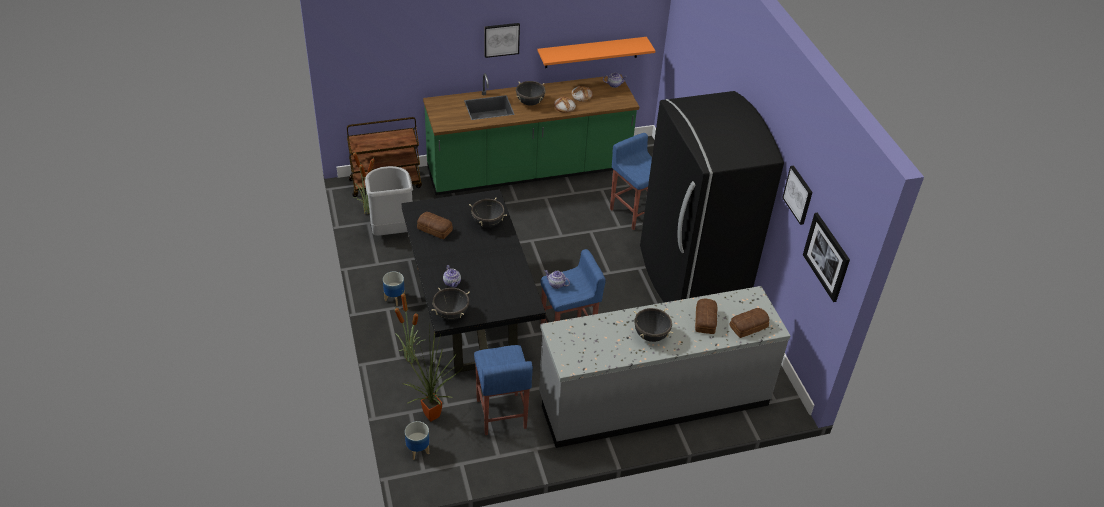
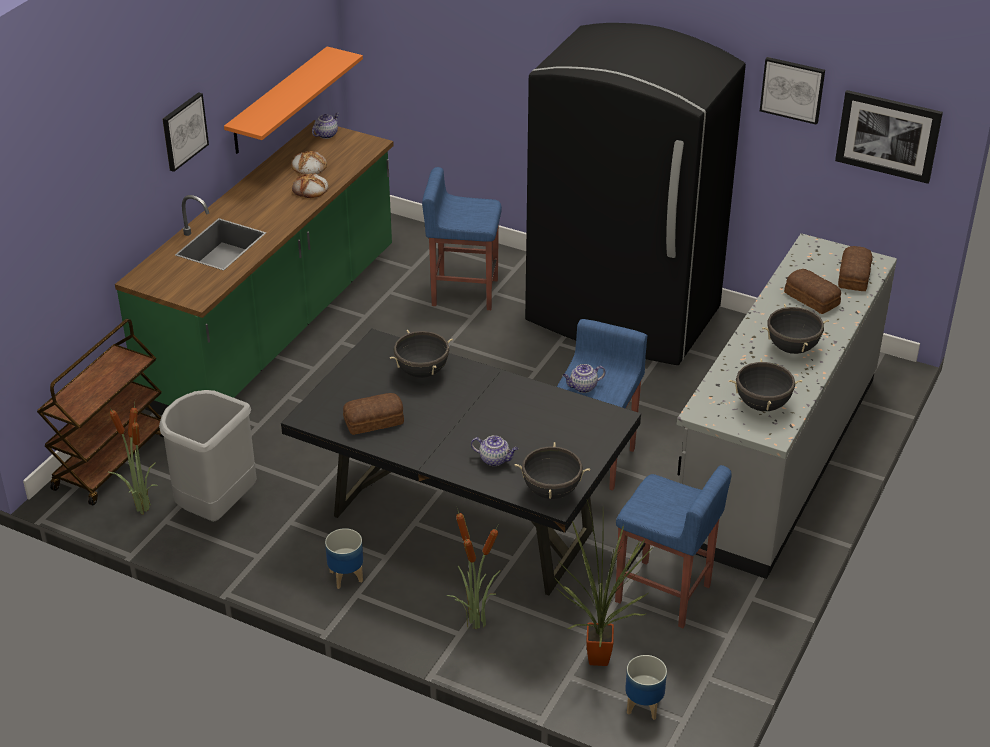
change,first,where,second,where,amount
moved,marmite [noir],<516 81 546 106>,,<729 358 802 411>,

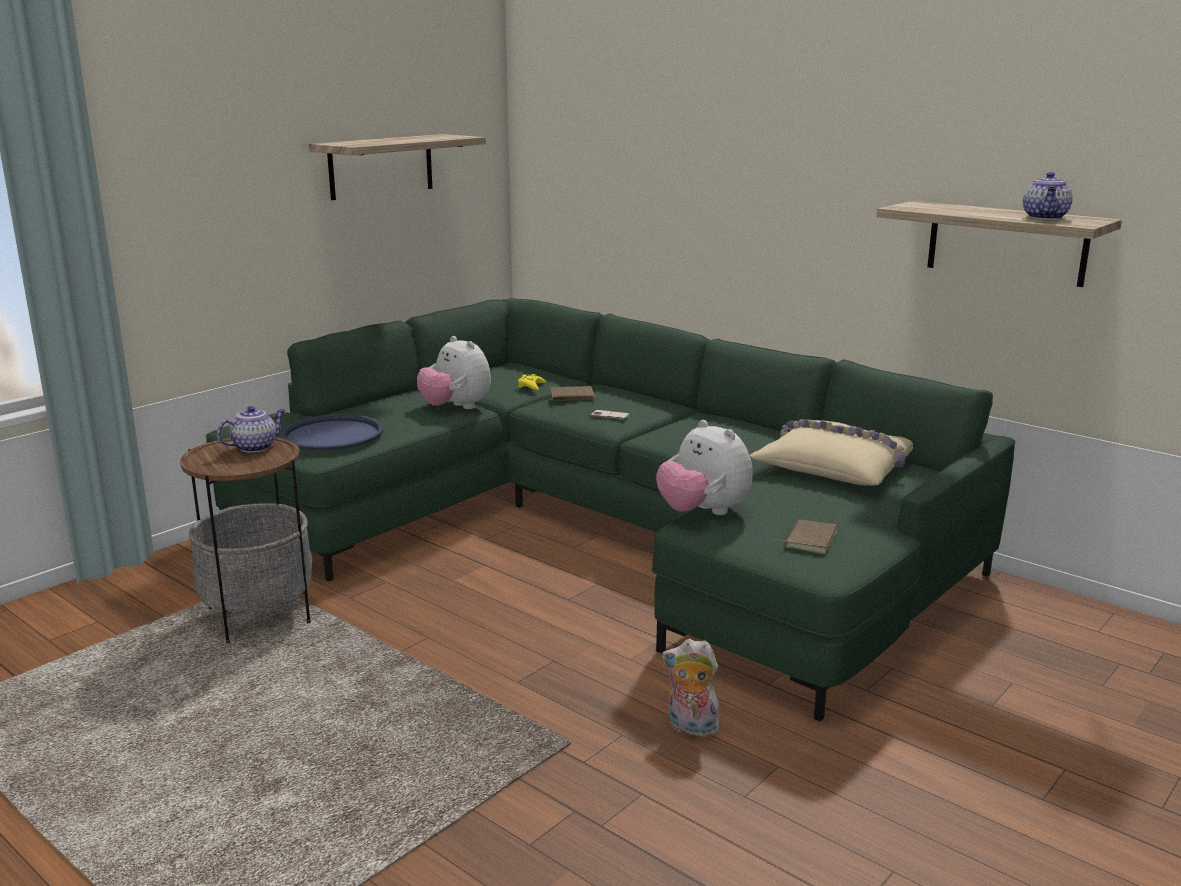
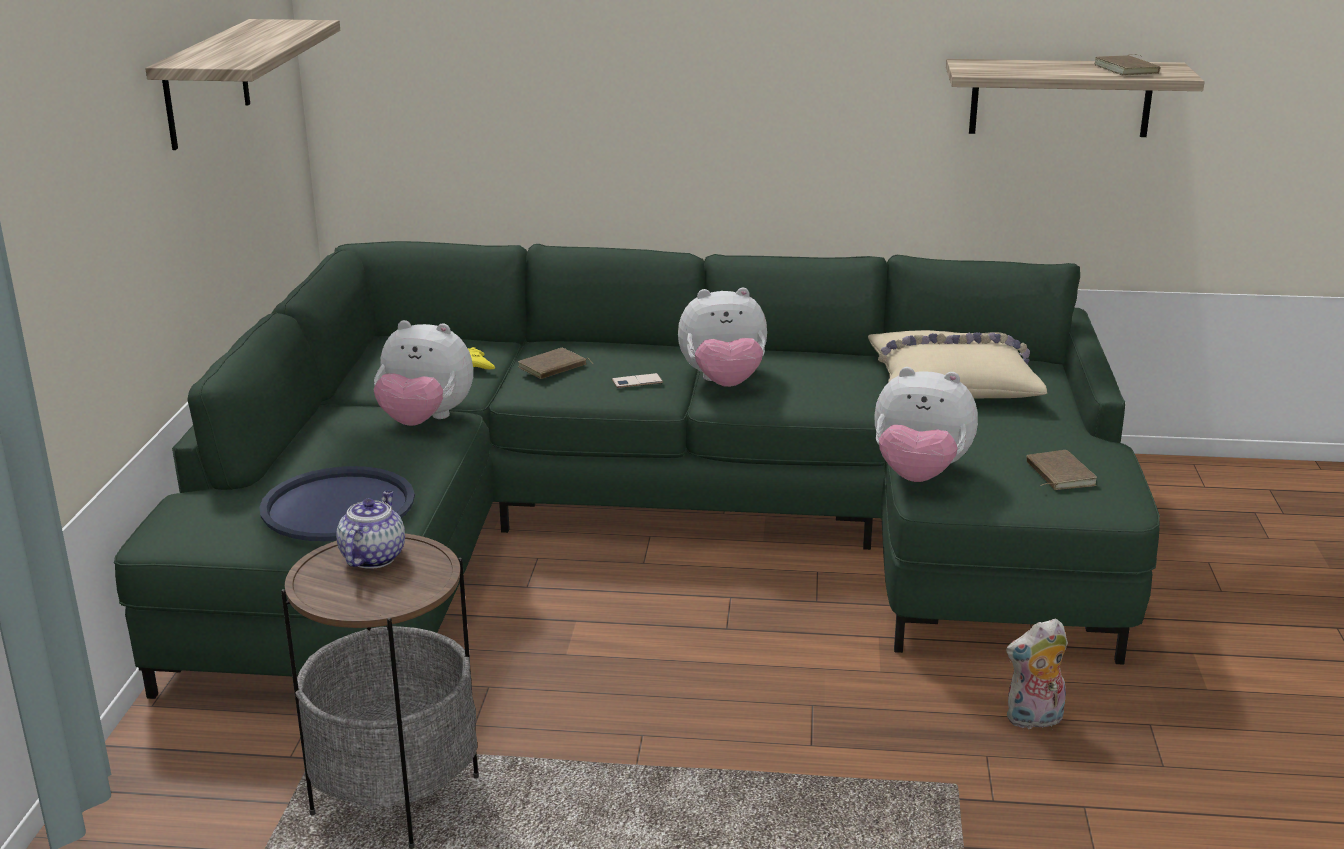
change,first,where,second,where,amount
replaced,théière,<1023 172 1073 220>,livre [marron],<1094 54 1161 75>,
added,,,peluche,<678 288 767 387>,

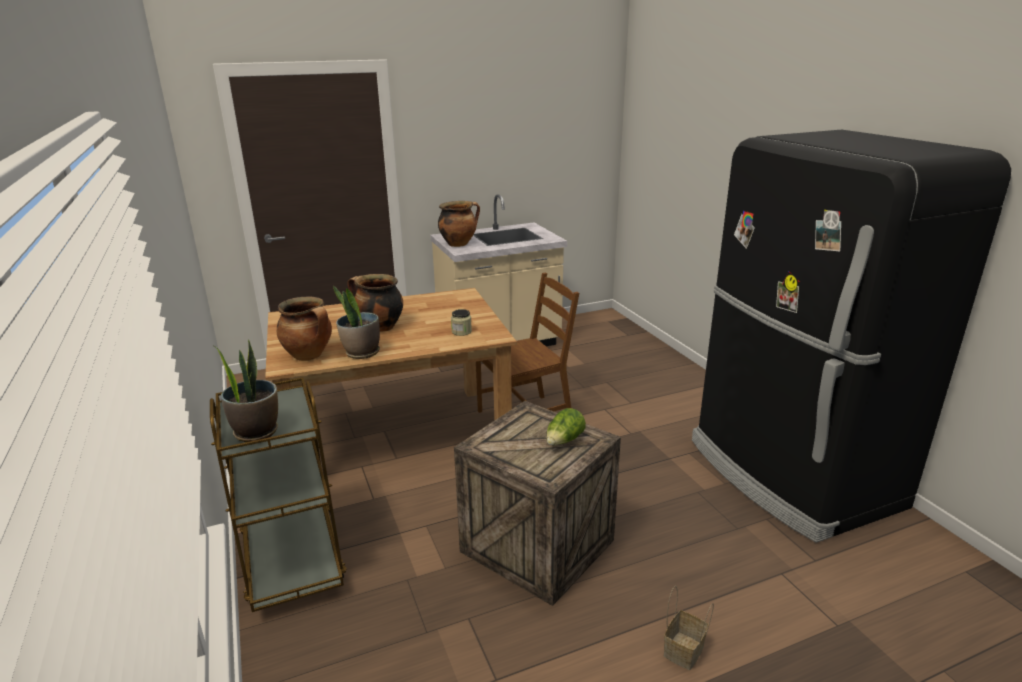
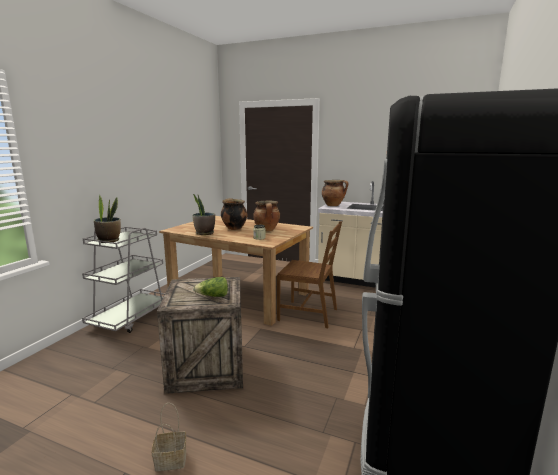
change,first,where,second,where,amount
recoloured,chariot [marron],<210 377 347 612>,chariot [gris],<82 227 165 333>,
moved,marmite,<277 297 332 361>,,<253 201 280 232>,

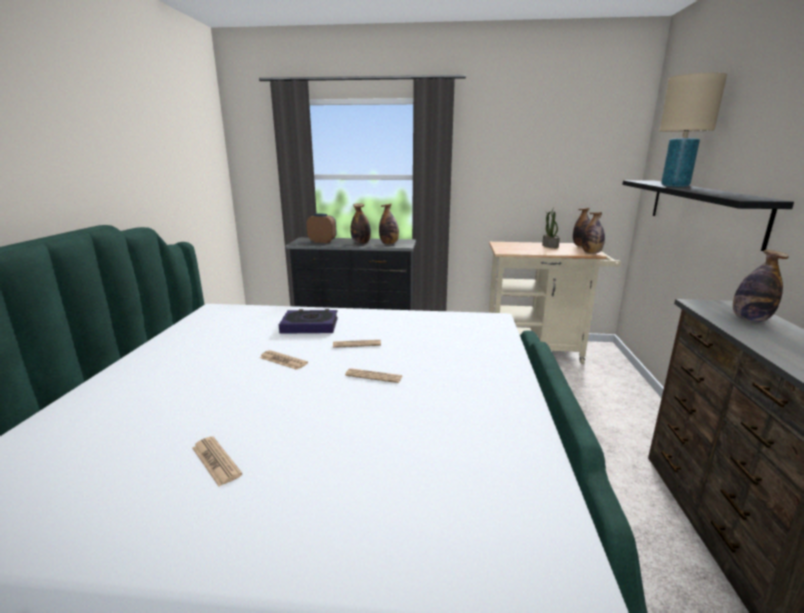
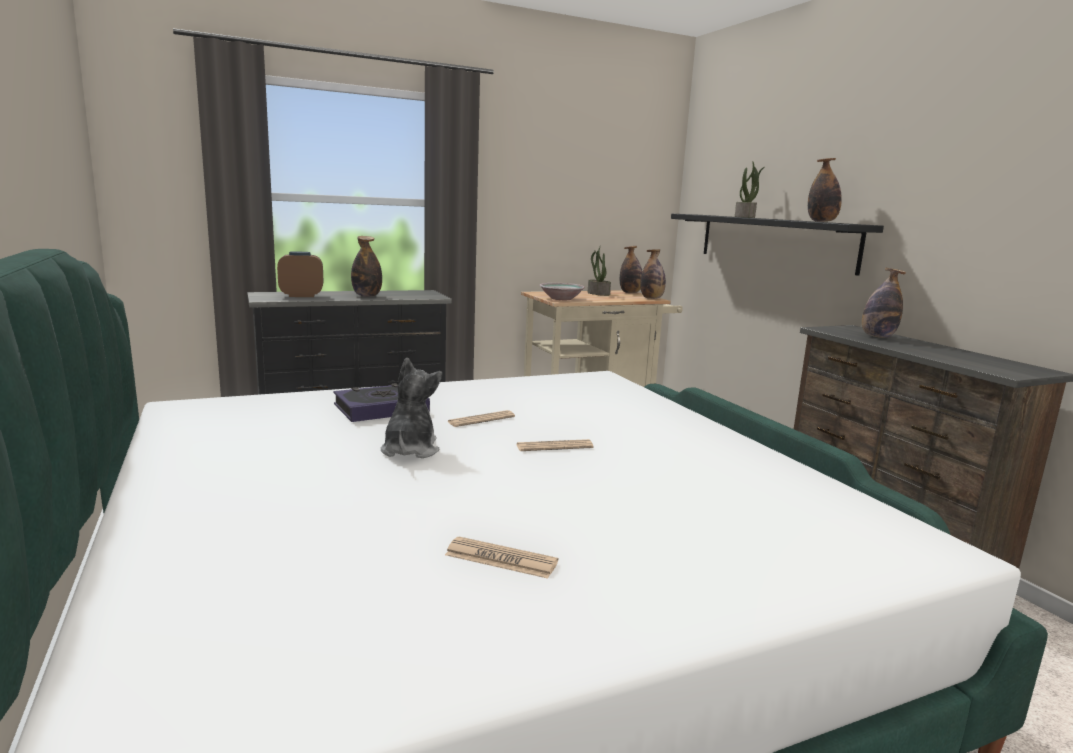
change,first,where,second,where,amount
replaced,journal,<260 350 308 370>,peluche,<381 358 442 458>,
moved,bouteille,<379 204 399 244>,,<808 158 842 222>,
replaced,lampe de table [beige],<659 73 727 187>,plante en pot,<735 161 765 218>,
added,,,bol,<539 283 585 300>,

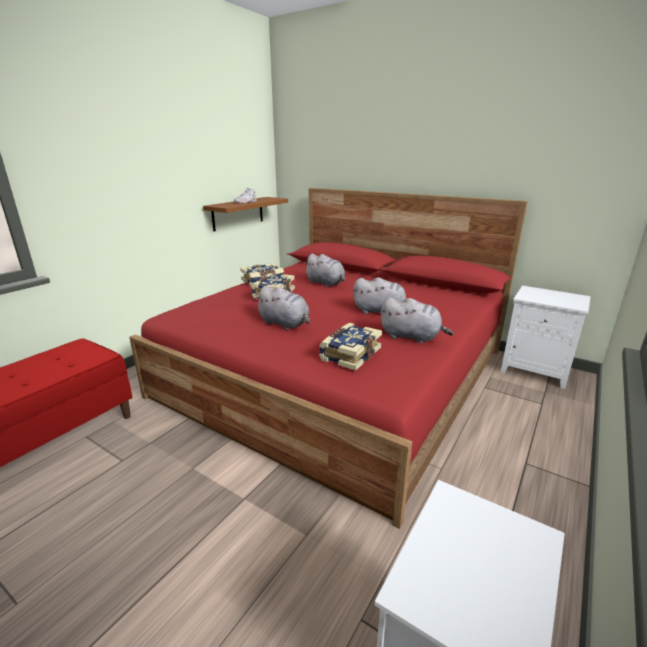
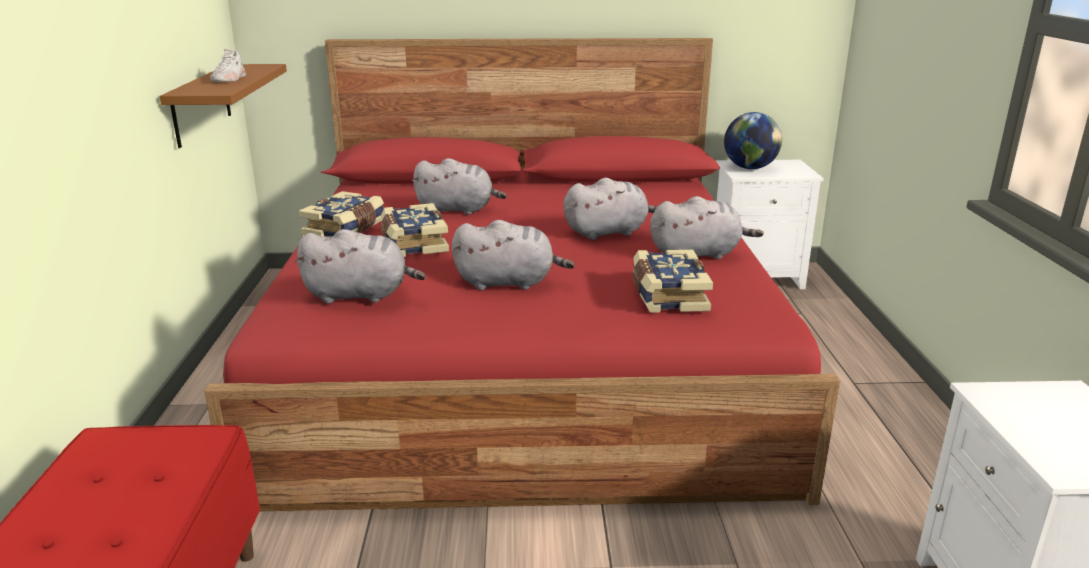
change,first,where,second,where,amount
added,,,peluche [gris],<295 229 426 304>,
added,,,globe,<724 112 782 169>,

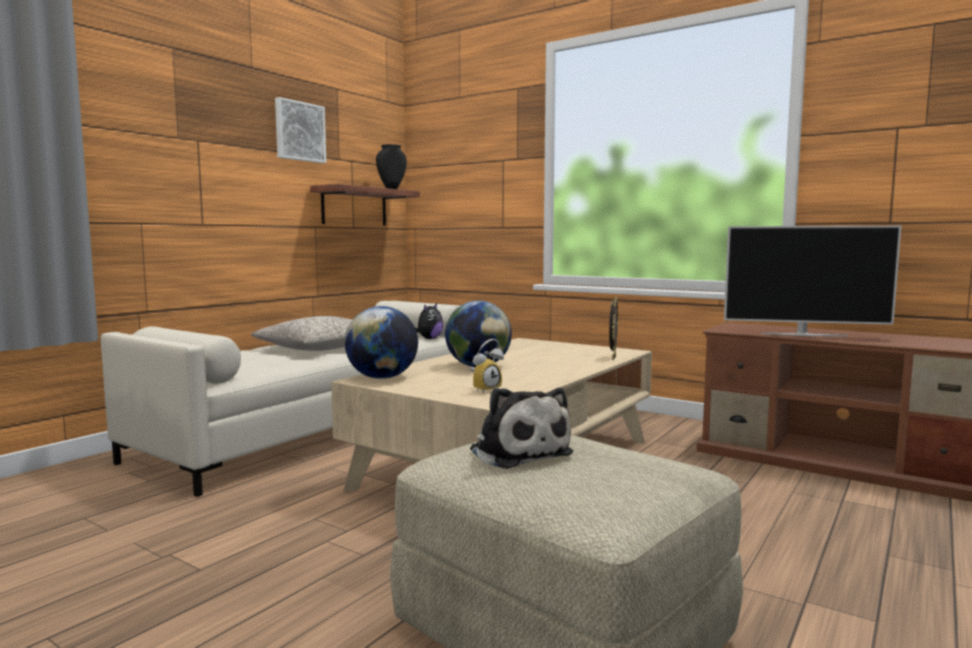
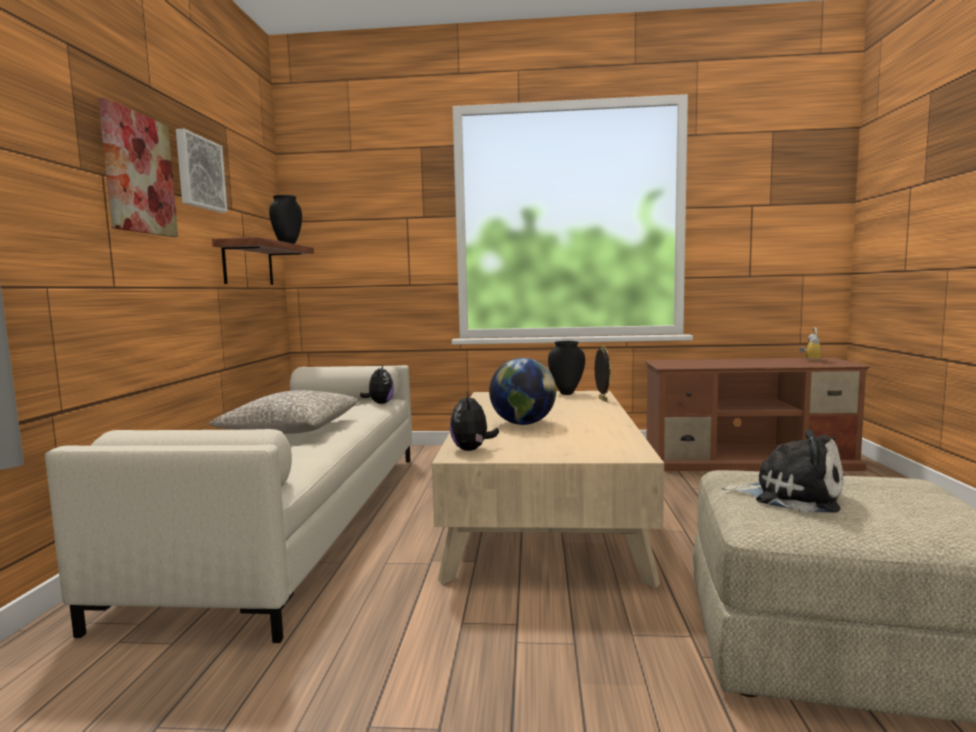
change,first,where,second,where,amount
replaced,globe,<345 306 418 379>,peluche,<450 391 499 451>,
moved,réveil,<470 339 504 394>,,<799 328 822 362>,
removed,téléviseur,<724 226 901 337>,,,
added,,,tableau,<98 98 178 237>,
added,,,vase [noir],<548 341 585 395>,

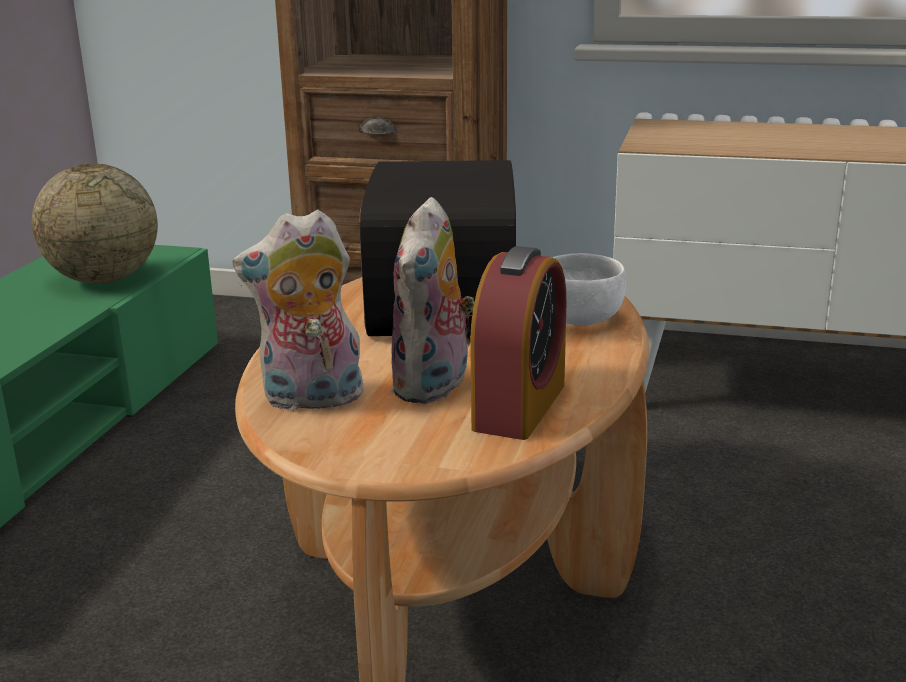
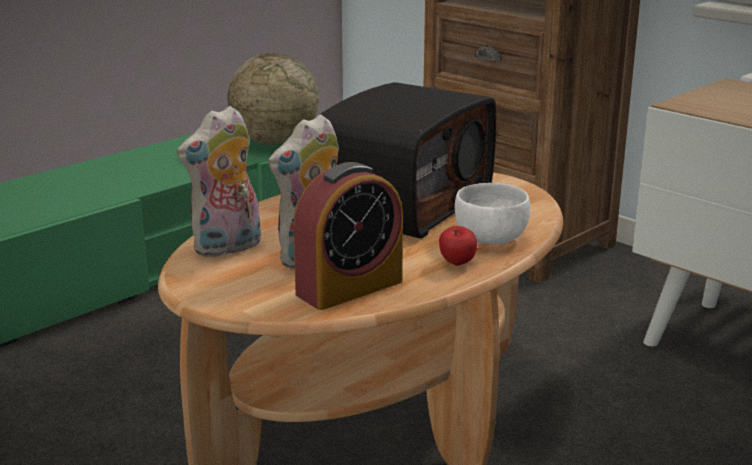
change,first,where,second,where,amount
turned,peluche,<233 209 364 411>,,<177 106 261 257>,60 degrees counterclockwise
added,,,pomme,<439 226 477 266>,

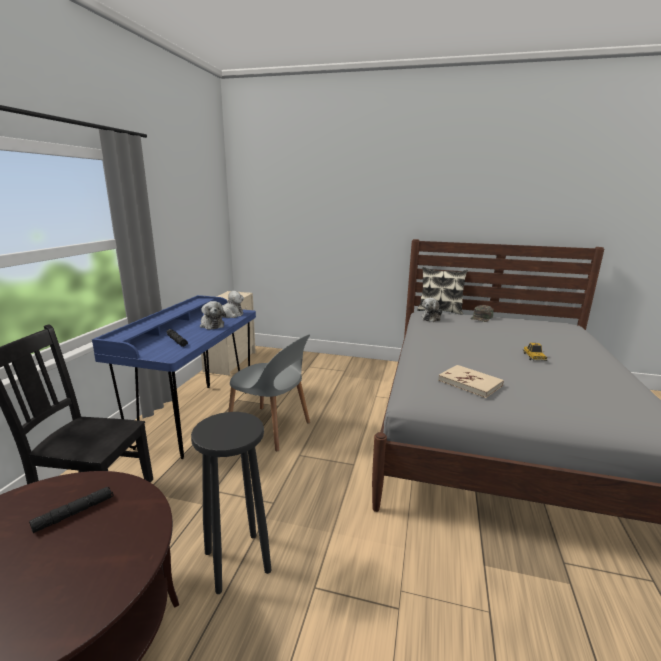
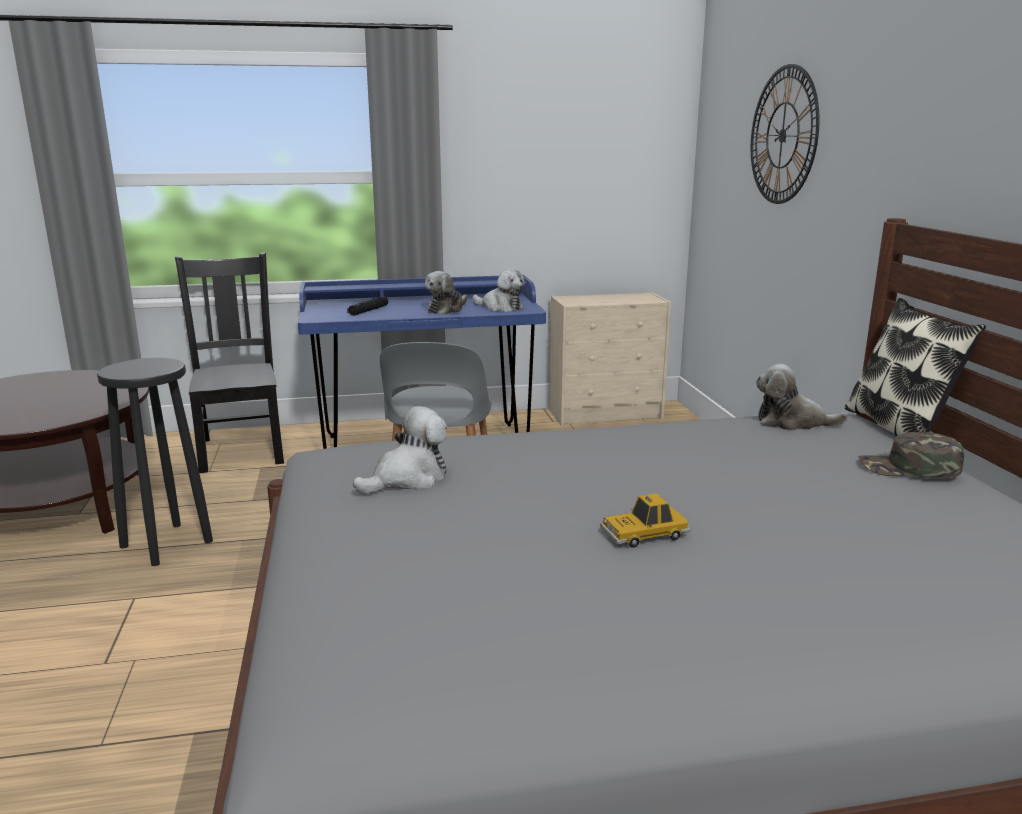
change,first,where,second,where,amount
removed,lampe de poche [noir],<29 487 114 533>,,,
replaced,livre [beige],<438 365 504 398>,peluche,<353 406 447 493>,
added,,,horloge murale,<751 64 819 204>,

